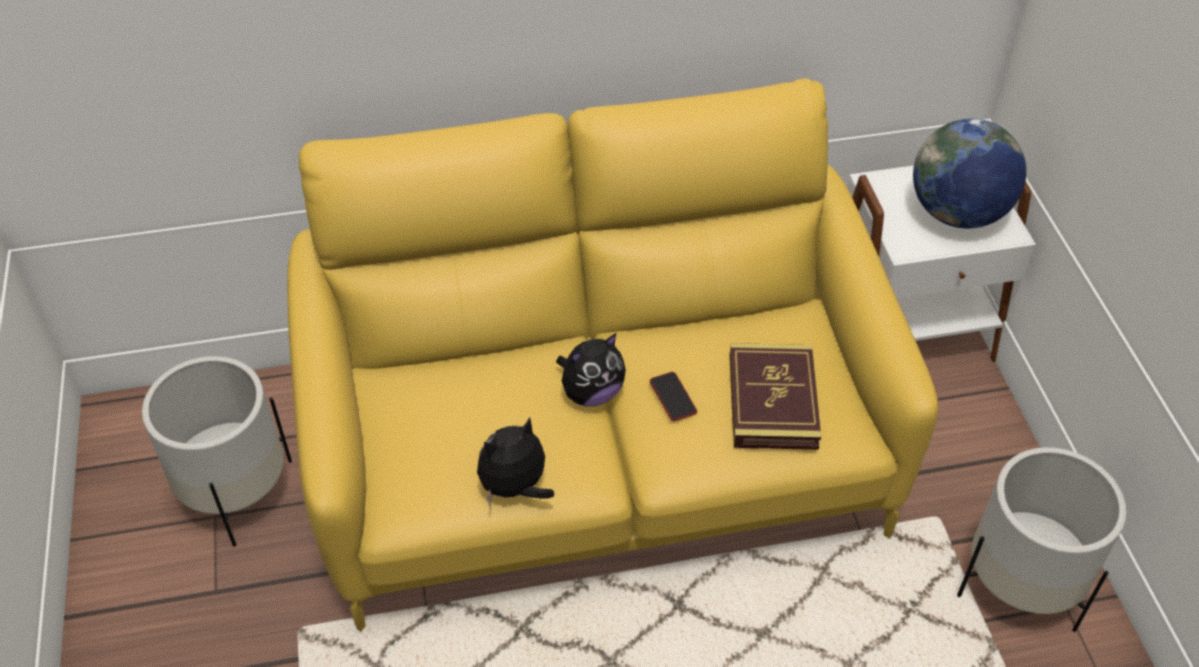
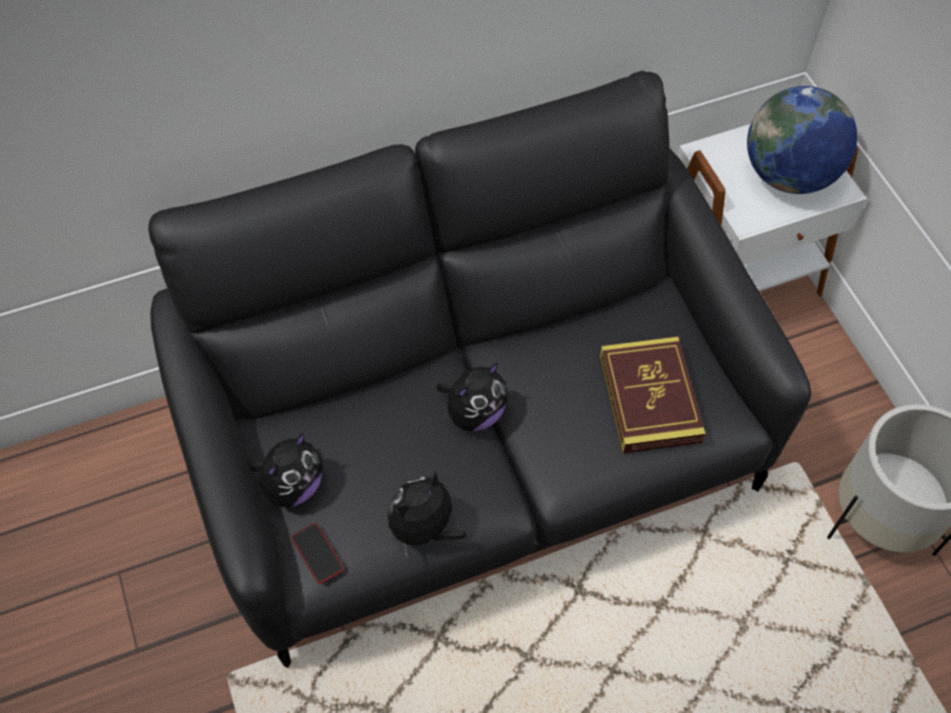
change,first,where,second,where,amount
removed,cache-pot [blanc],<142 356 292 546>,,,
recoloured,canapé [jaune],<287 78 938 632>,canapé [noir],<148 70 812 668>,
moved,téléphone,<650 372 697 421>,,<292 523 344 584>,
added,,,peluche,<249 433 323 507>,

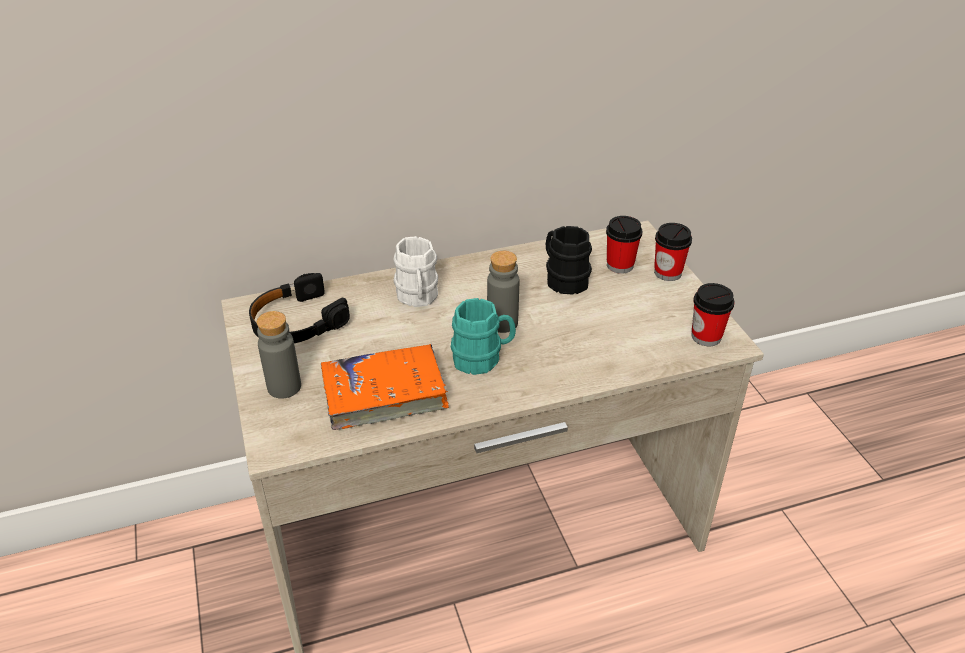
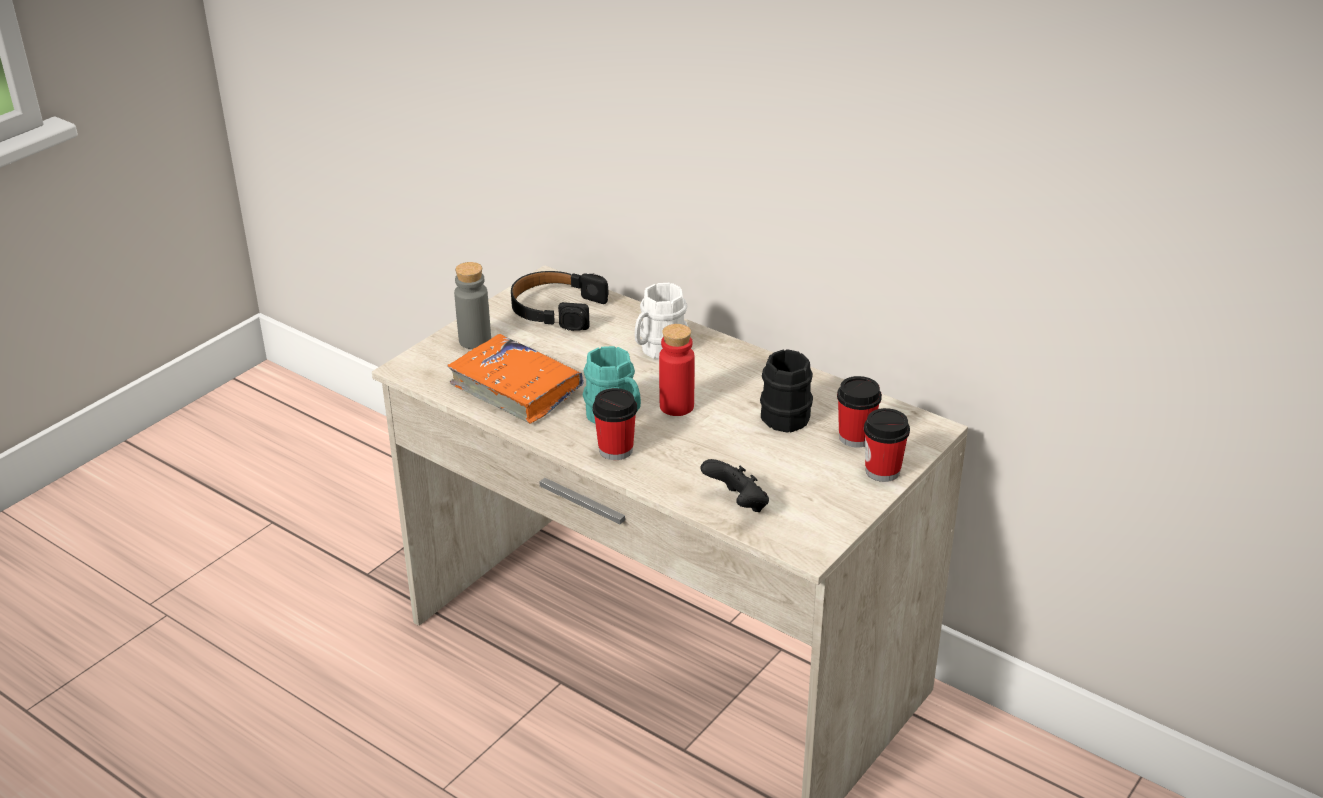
change,first,where,second,where,amount
recoloured,bouteille [gris],<487 251 519 333>,bouteille [rouge],<659 324 695 416>,
moved,tasse,<691 283 734 346>,,<593 388 637 460>,
added,,,manette [noir],<701 459 769 512>,

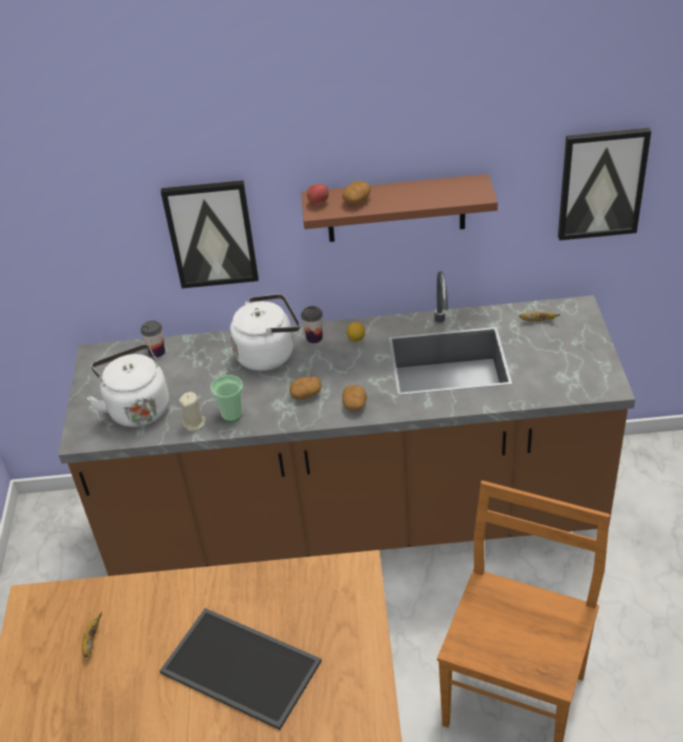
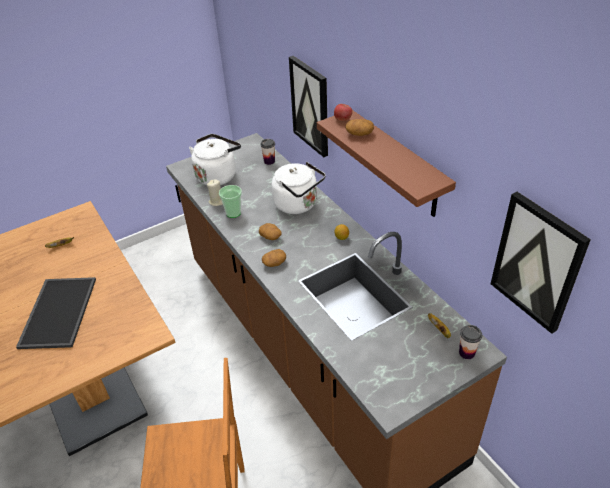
change,first,where,second,where,amount
moved,tasse,<301 306 323 343>,,<459 325 482 359>,

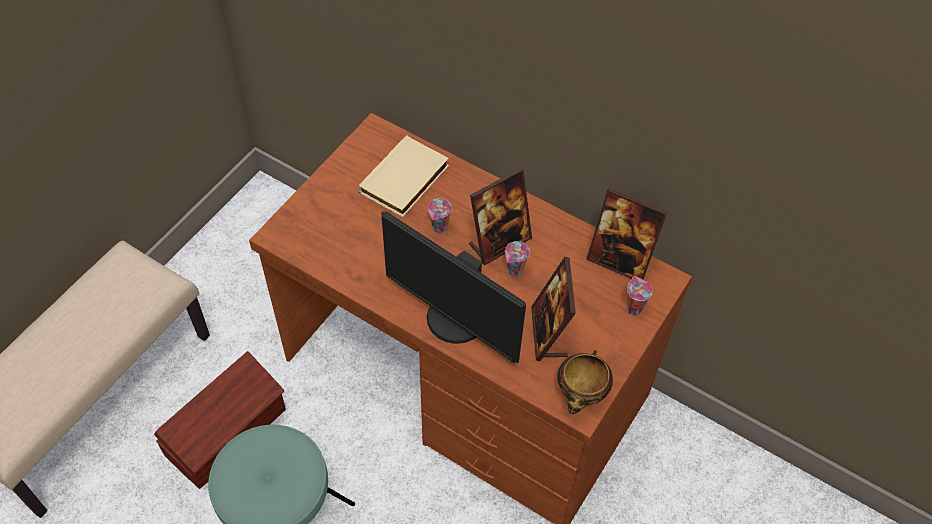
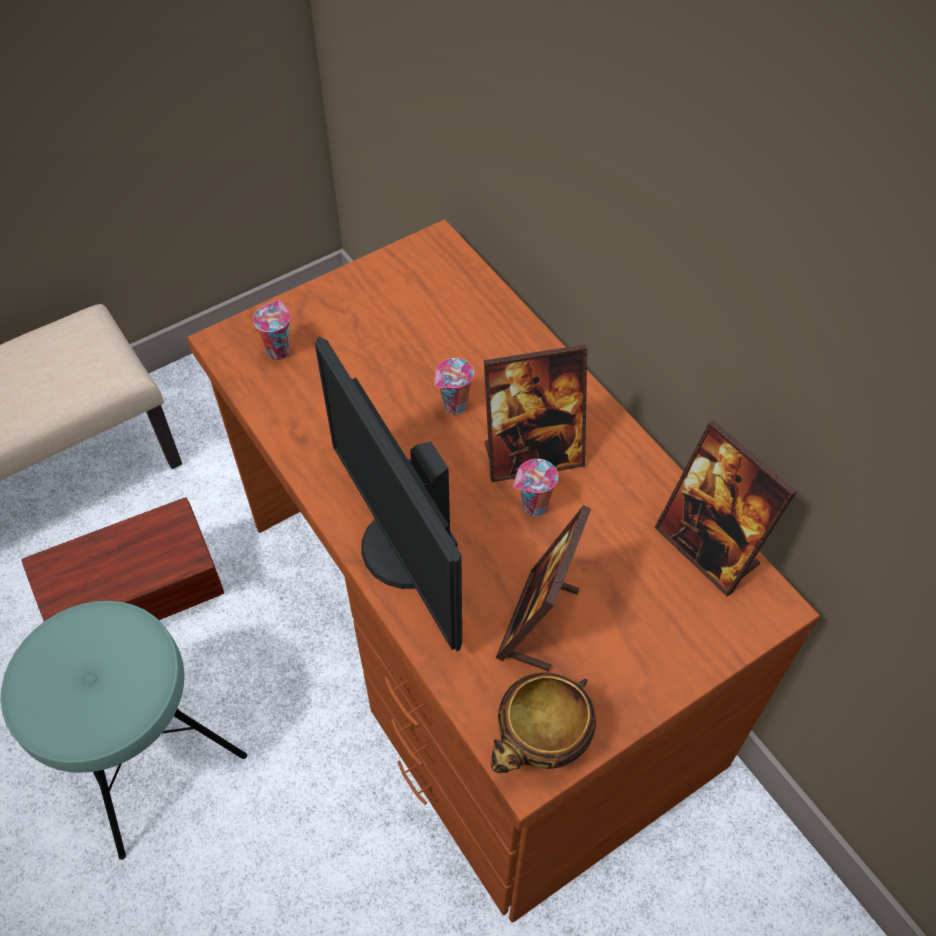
change,first,where,second,where,amount
removed,livre [beige],<358 135 449 217>,,,
moved,tasse,<627 276 652 315>,,<253 300 290 360>,

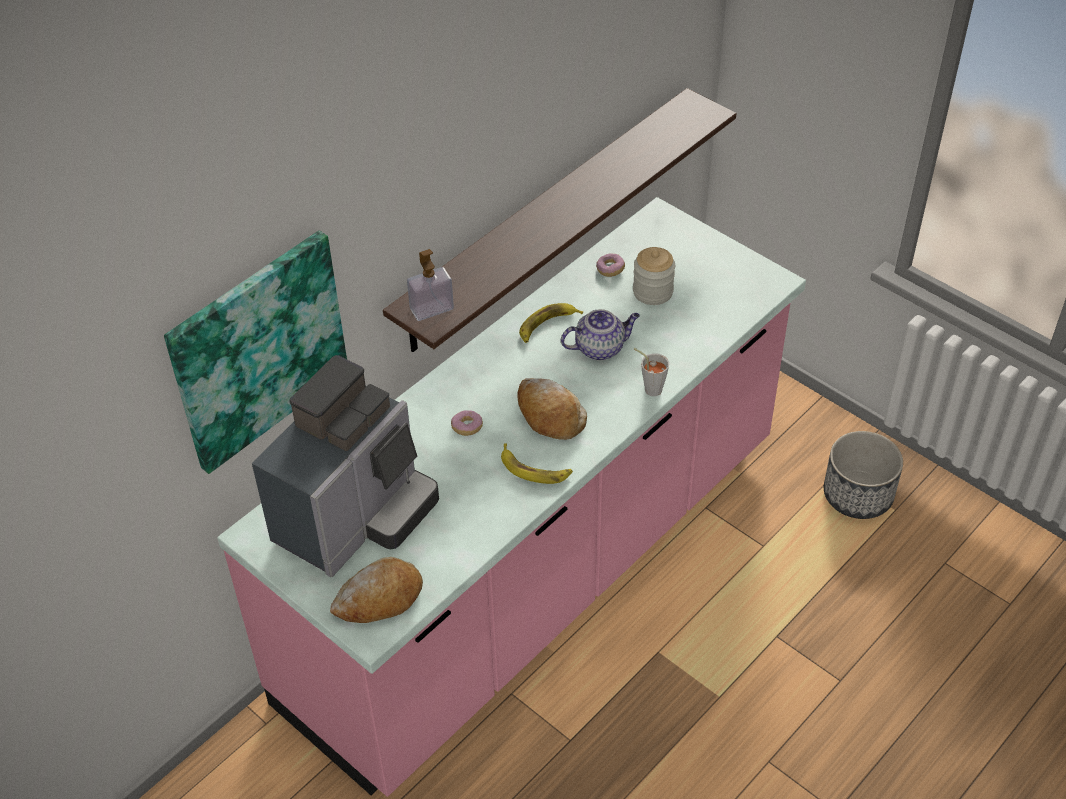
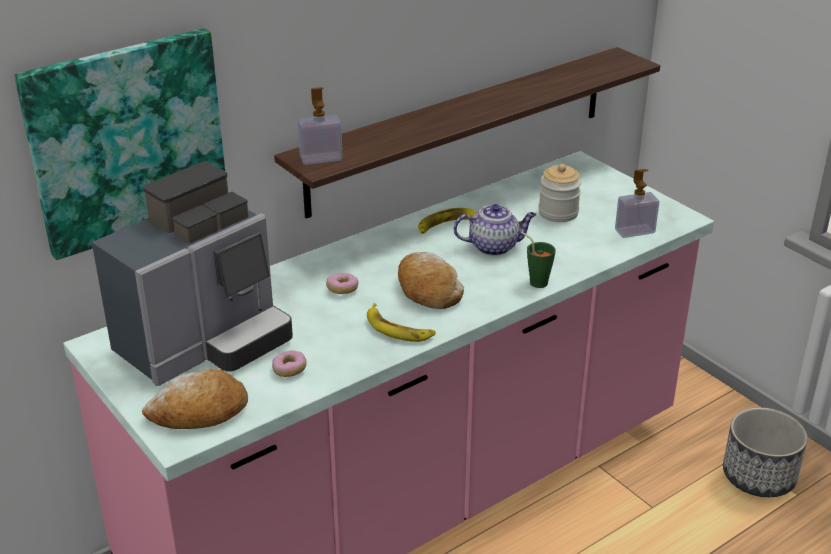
change,first,where,second,where,amount
moved,beignet,<596 253 625 277>,,<272 350 307 377>,
recoloured,tasse [gris],<634 348 669 396>,tasse [vert],<521 232 556 288>,
added,,,distributeur de savon,<615 169 659 238>,

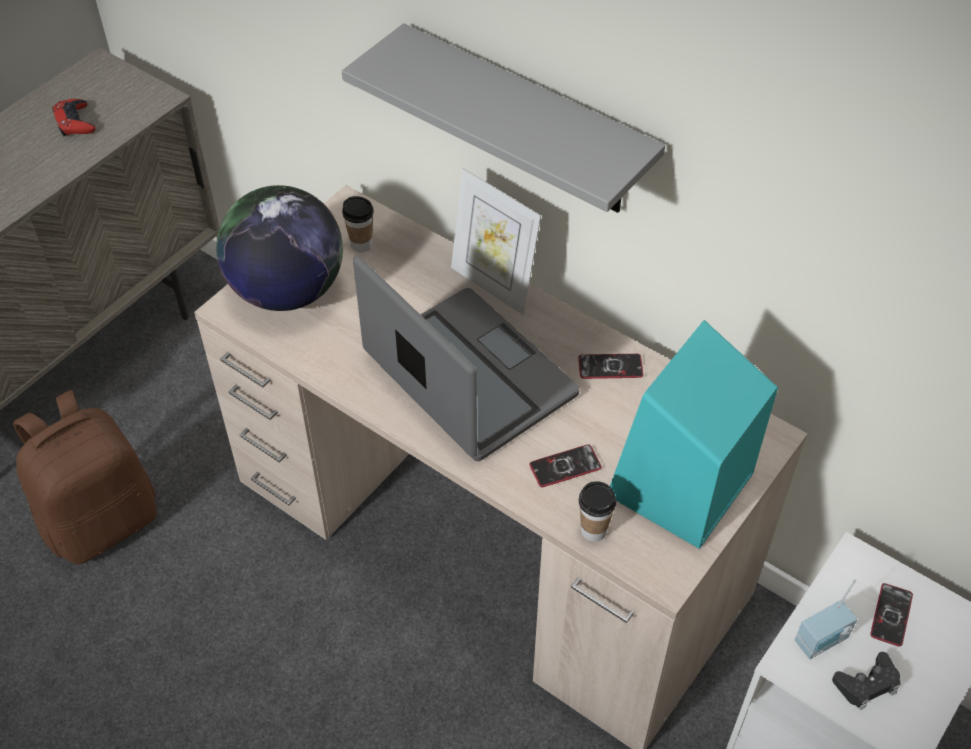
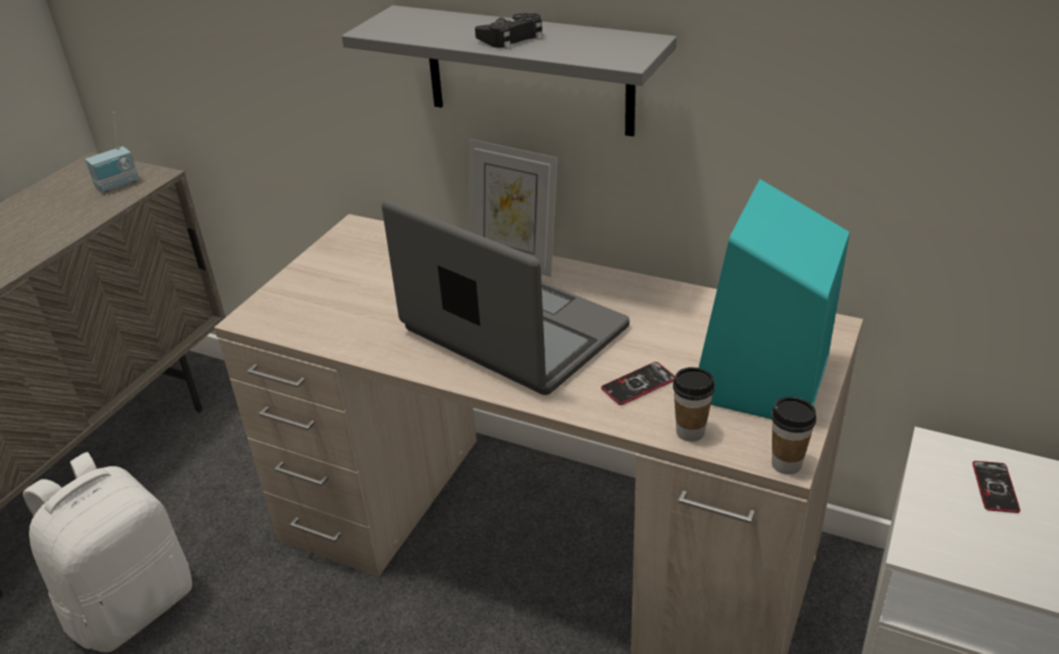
change,first,where,second,where,amount
recoloured,sac à dos [marron],<13 390 157 565>,sac à dos [blanc],<23 452 192 652>,
removed,manette [rouge],<52 99 96 137>,,,
removed,globe,<216 185 343 311>,,,
moved,tasse,<342 196 374 252>,,<772 397 817 475>,
removed,téléphone,<578 354 643 379>,,,
moved,radio,<795 579 857 659>,,<85 112 139 193>,
moved,manette [noir],<832 652 901 710>,,<475 12 543 49>,

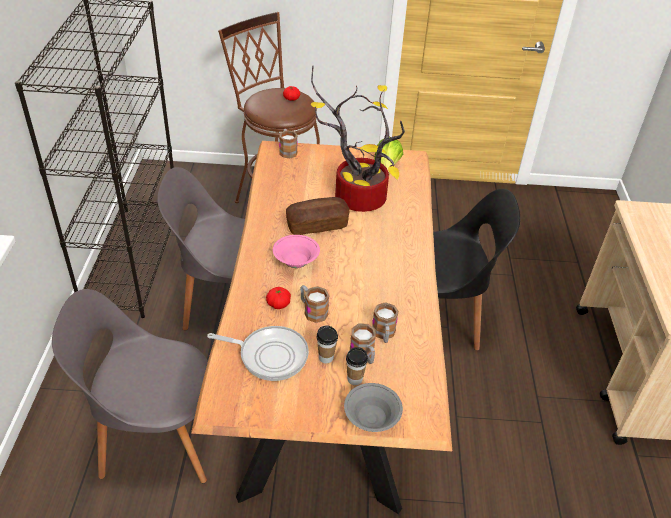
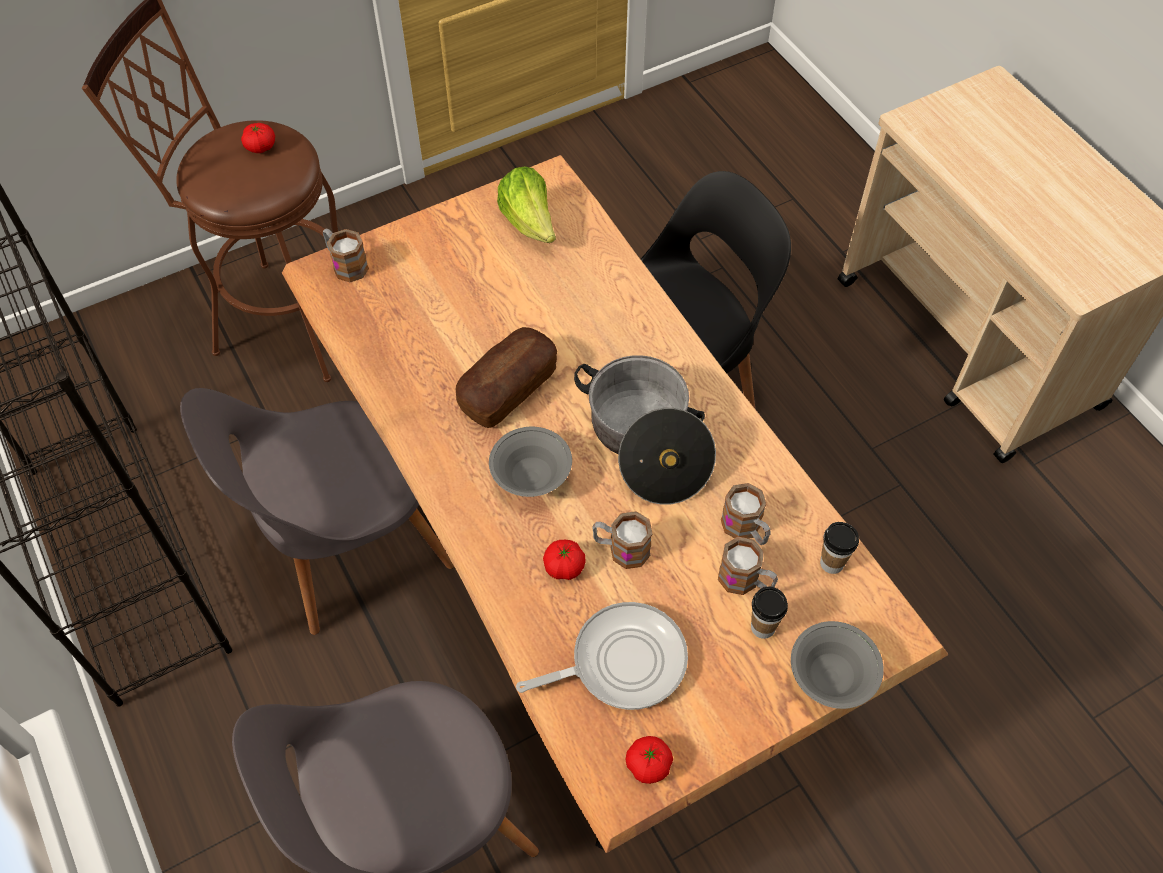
change,first,where,second,where,amount
recoloured,bol [rose],<273 235 320 268>,bol [gris],<489 427 572 497>,
removed,plante en pot,<311 65 405 212>,,,
moved,tasse,<317 325 338 363>,,<820 522 859 574>,
added,,,marmite,<574 355 716 505>,
added,,,tomate,<625 736 673 784>,

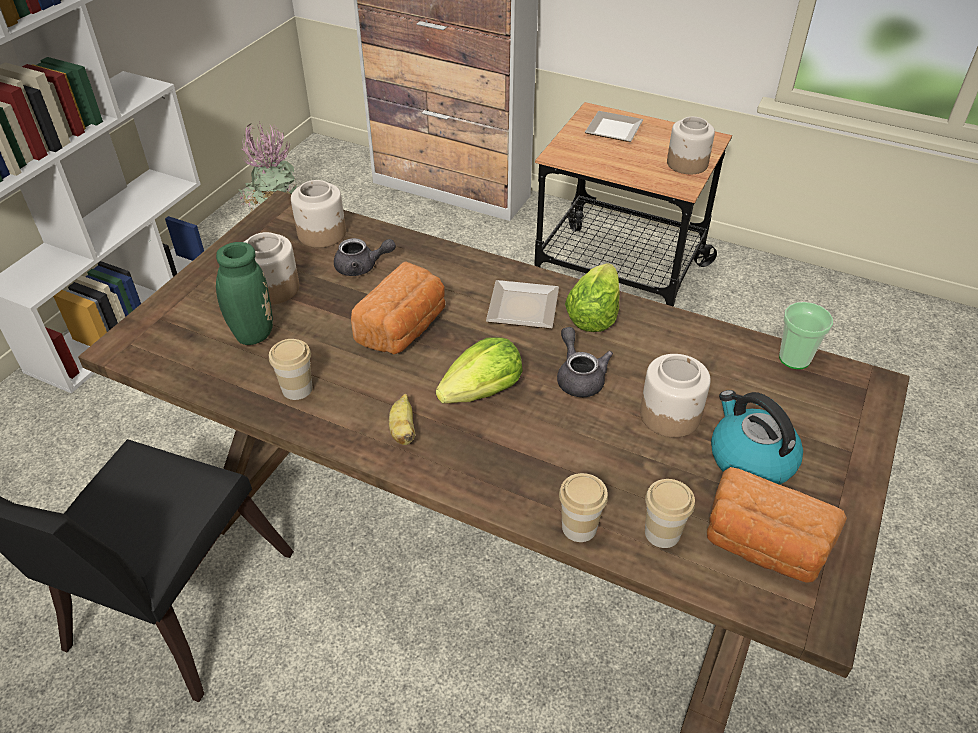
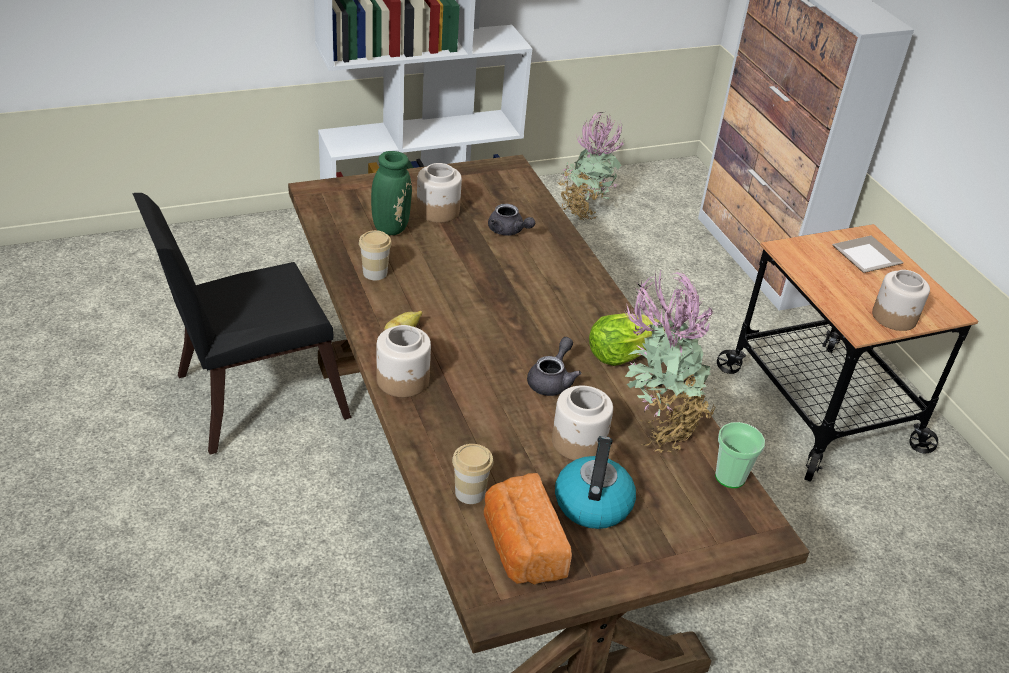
change,first,where,second,where,amount
moved,bocal,<291 180 346 248>,,<376 325 431 397>,
removed,pain,<351 261 445 354>,,,
removed,laitue,<436 338 523 404>,,,
removed,assiette,<486 280 559 329>,,,
removed,tasse,<559 473 608 542>,,,
added,,,plante en pot,<625 269 717 453>,

